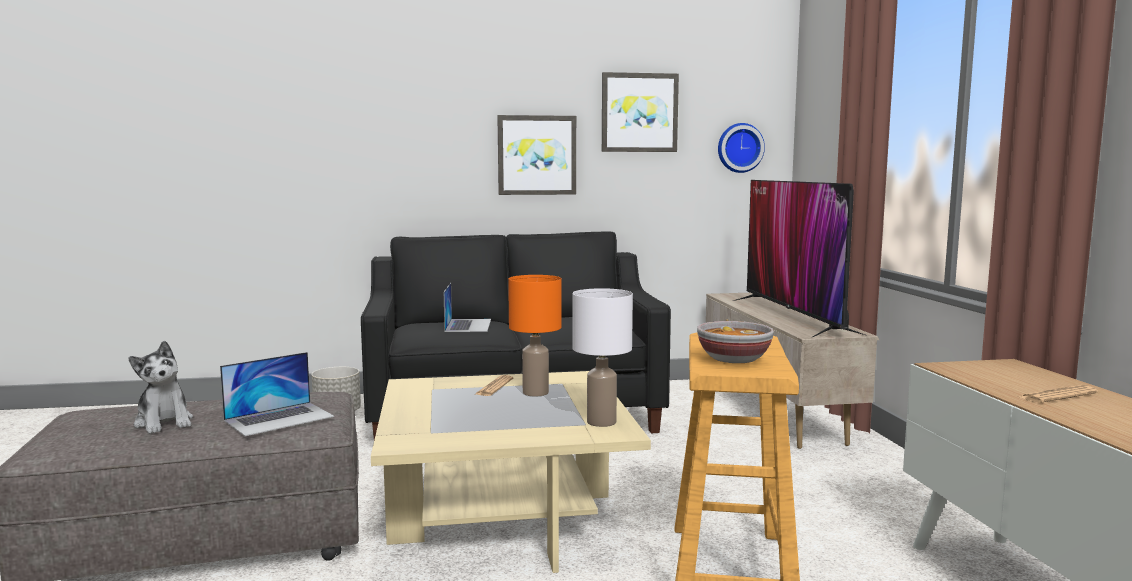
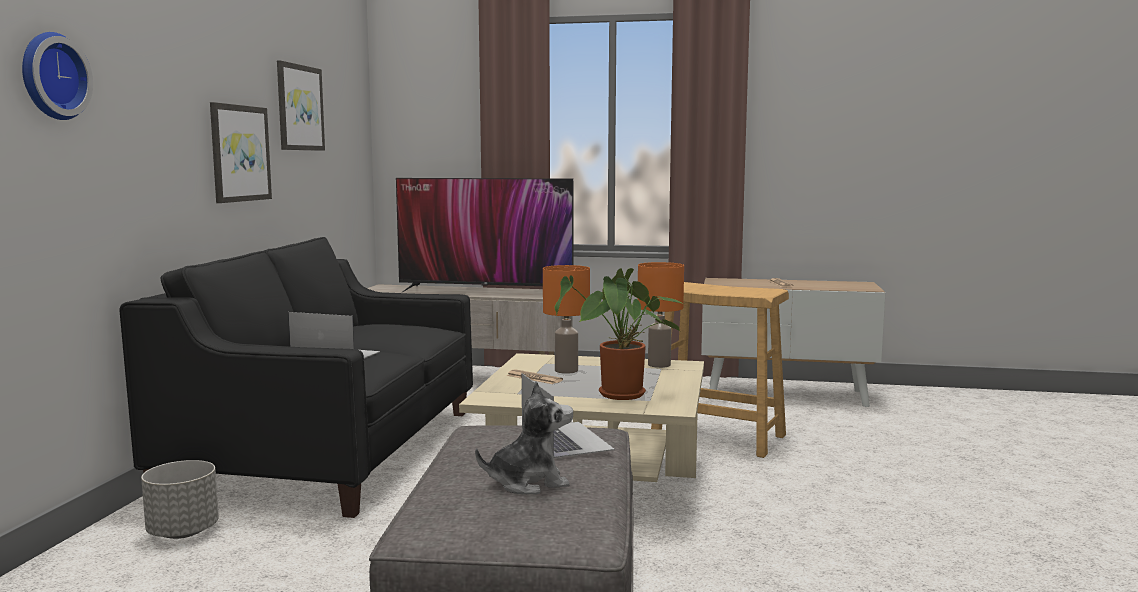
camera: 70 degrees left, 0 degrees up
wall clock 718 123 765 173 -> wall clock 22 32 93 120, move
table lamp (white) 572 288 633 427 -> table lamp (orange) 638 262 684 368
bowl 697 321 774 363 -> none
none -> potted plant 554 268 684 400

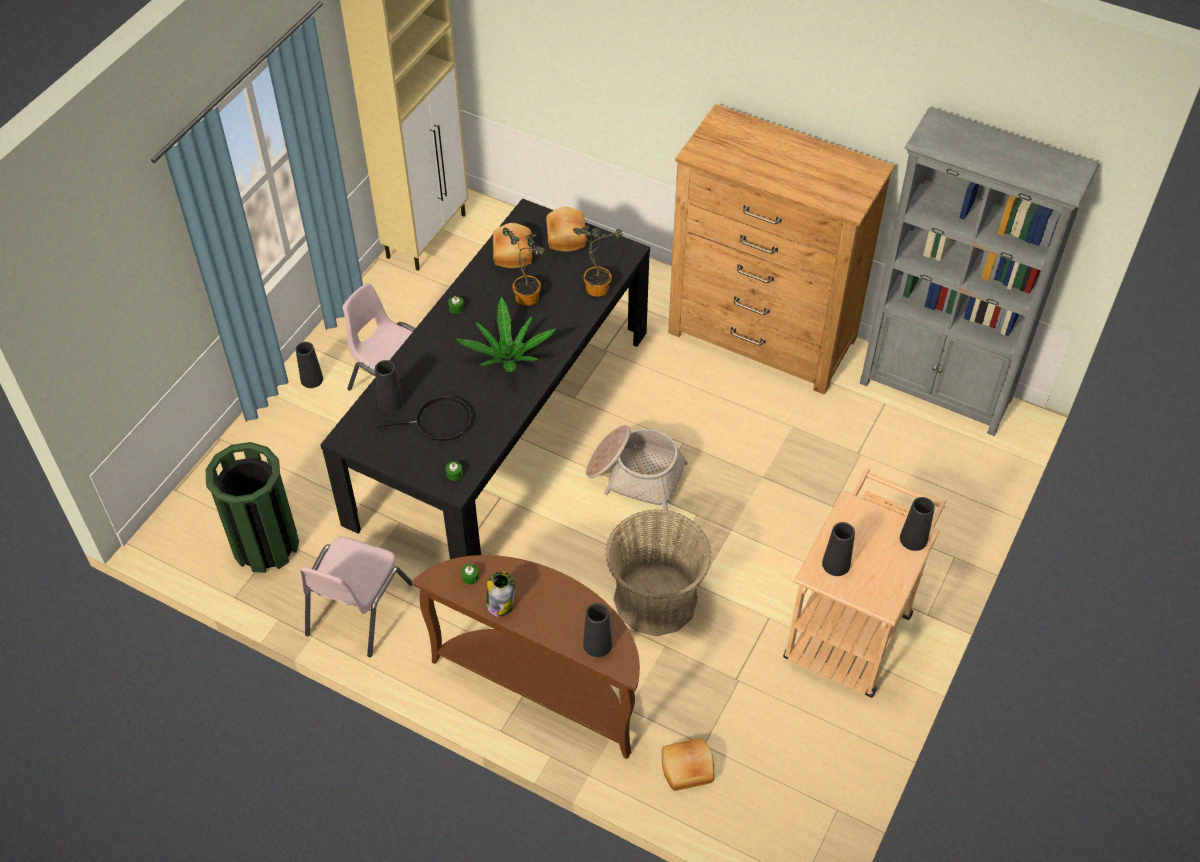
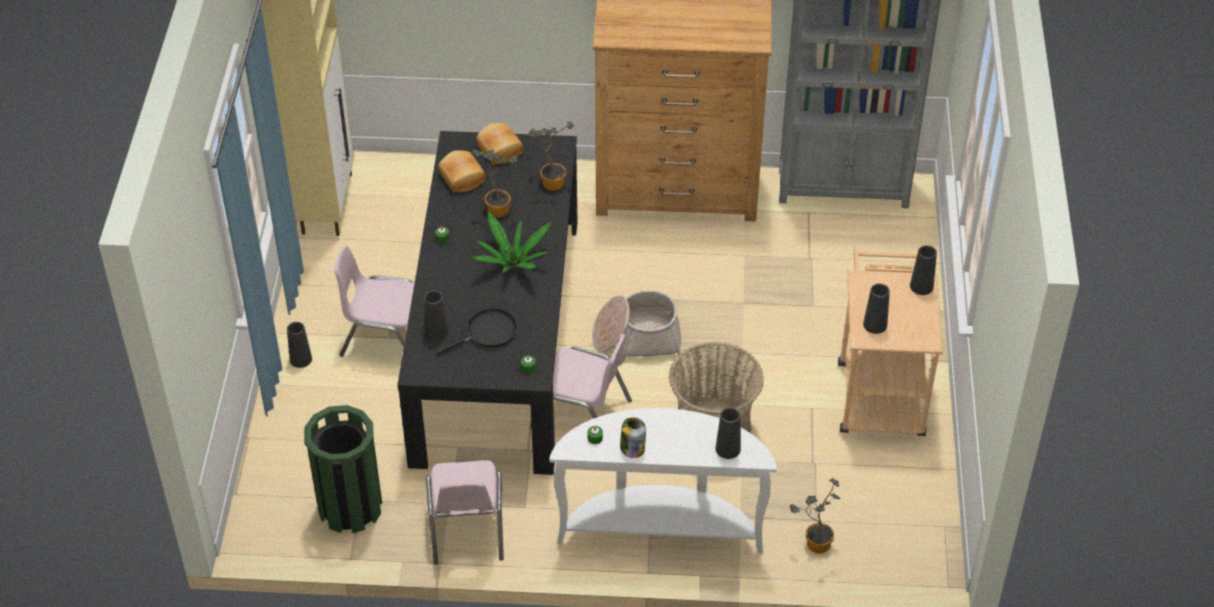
camera: 25 degrees left, 5 degrees down
console table (brown) 412 555 640 759 -> console table (white) 549 408 777 554
bread 662 738 714 791 -> potted plant 790 478 840 553
none -> chair (pink) 530 334 632 428

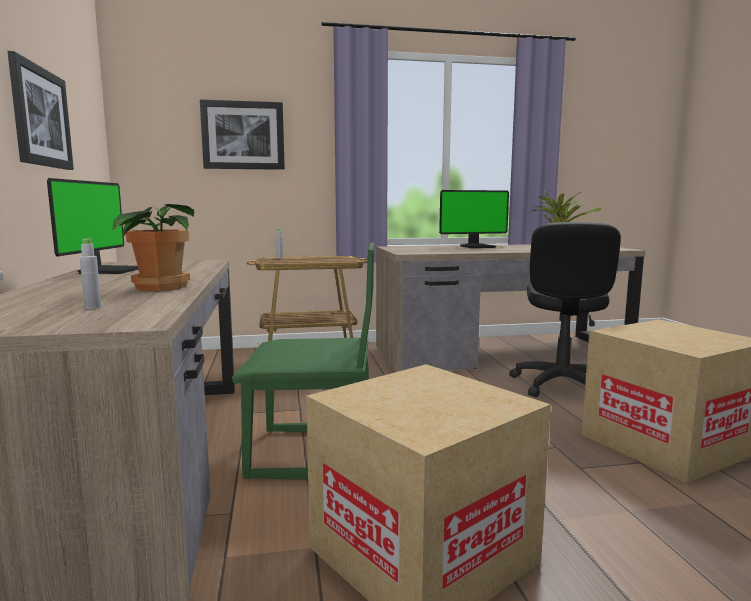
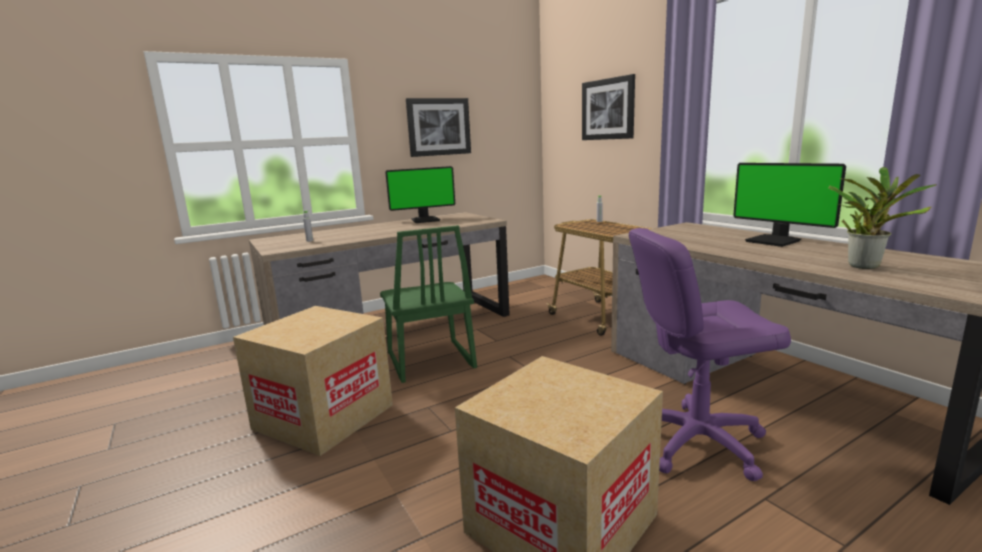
camera: 70 degrees right, 5 degrees up
potted plant 112 204 194 291 -> none
office chair (black) 509 222 621 397 -> office chair (purple) 629 228 791 481

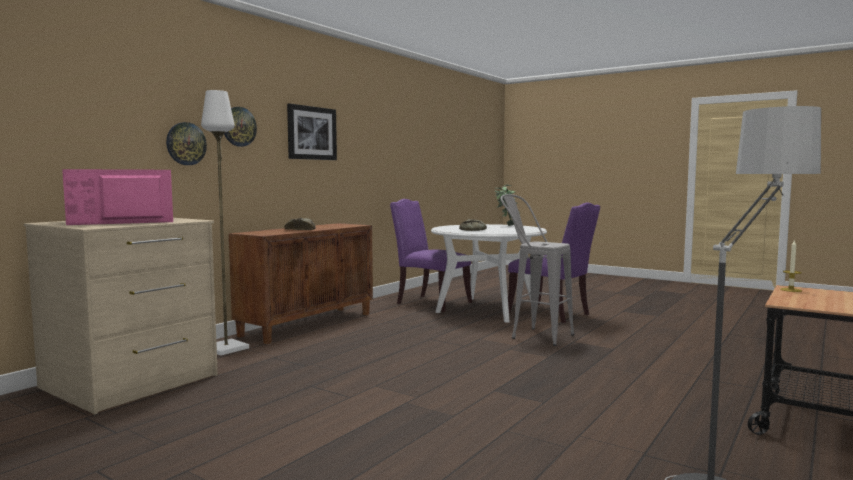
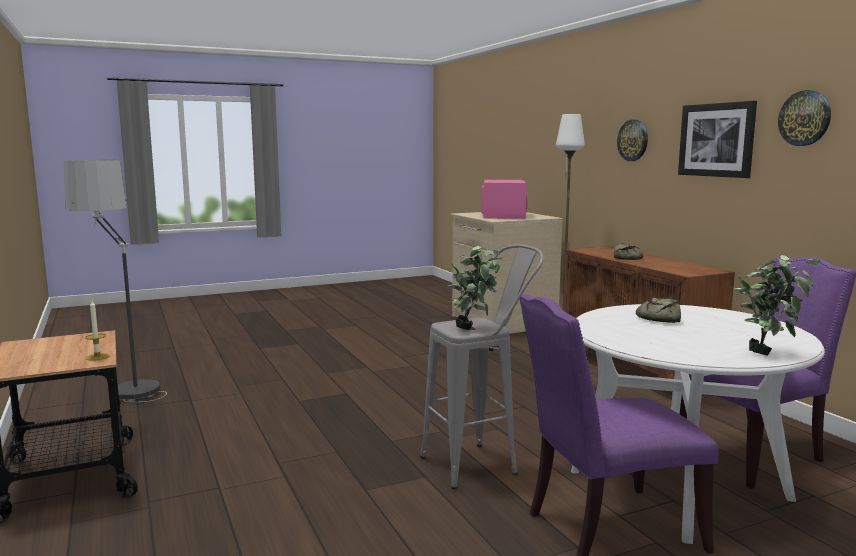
camera: 120 degrees right, 5 degrees up
wall clock 166 122 207 165 -> wall clock 778 90 831 146, move
none -> potted plant 447 246 502 330

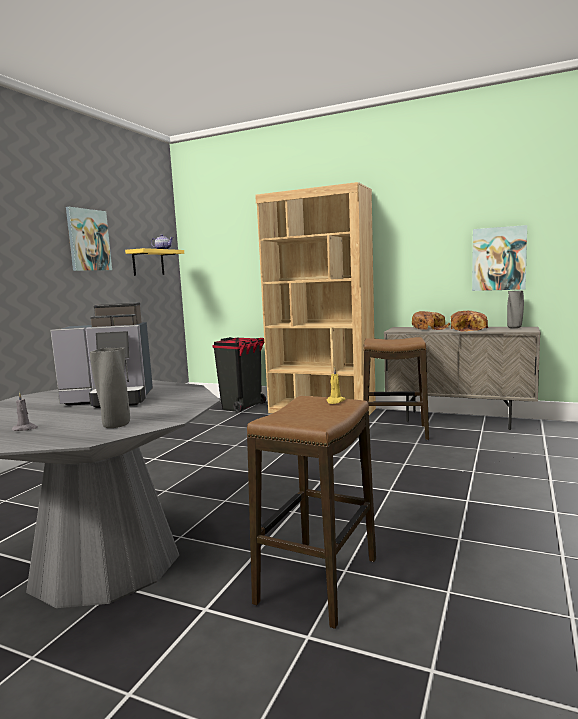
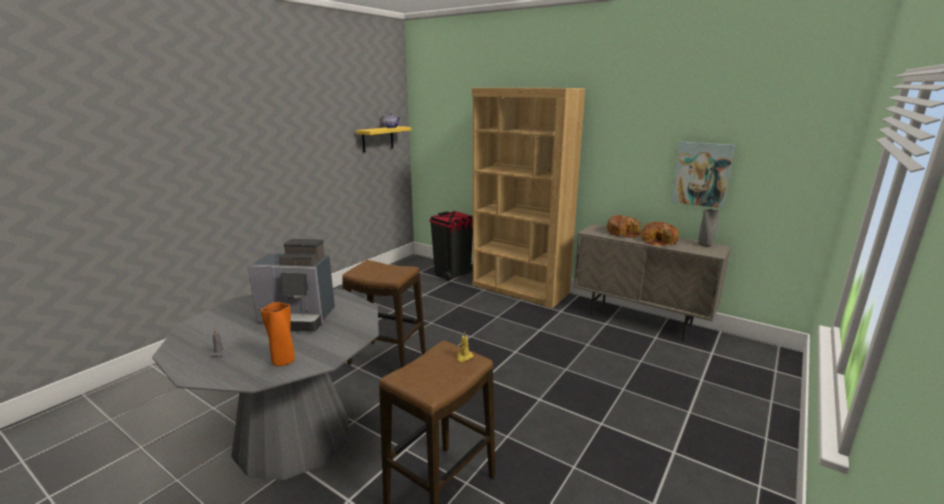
camera: 10 degrees right, 10 degrees up
picture 66 207 112 271 -> none
stool 364 337 429 440 -> stool 342 260 426 368, move
vase (grey) 90 348 130 428 -> vase (orange) 260 302 295 366

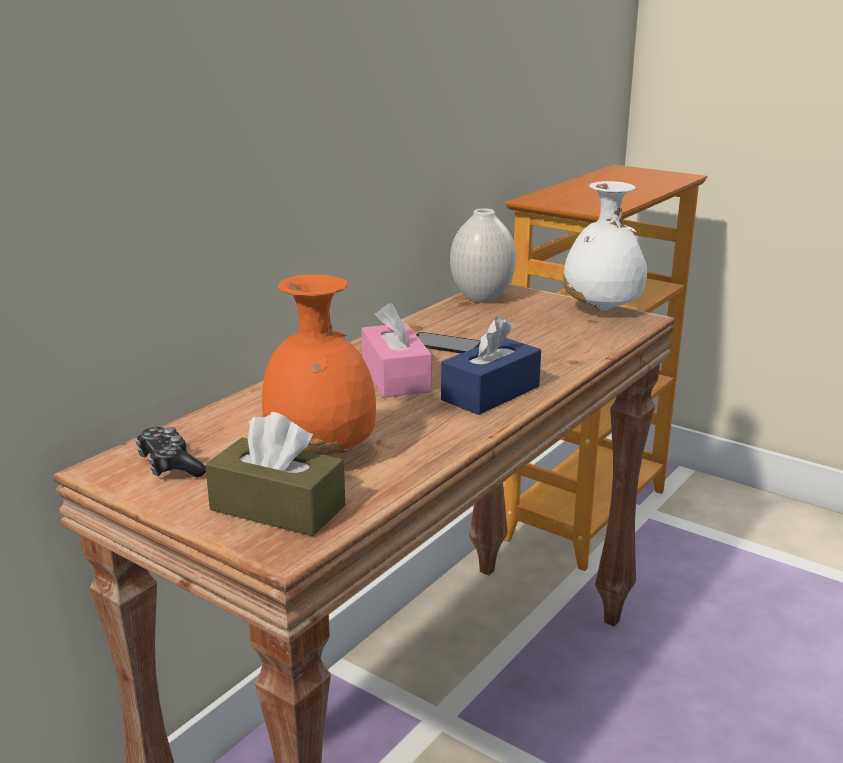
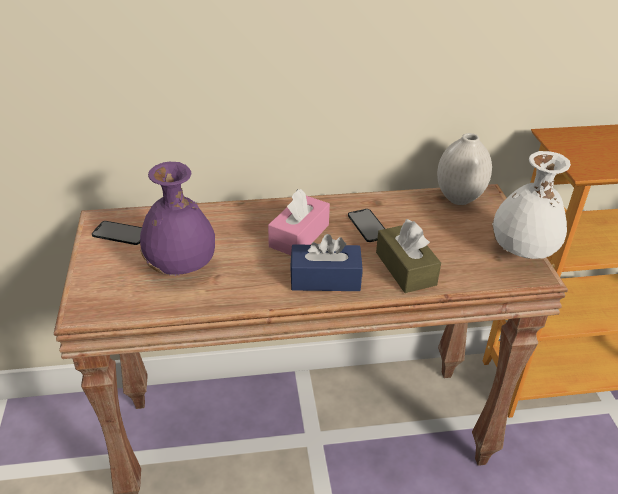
camera: 45 degrees right, 15 degrees up
vase (orange) 262 275 376 455 -> vase (purple) 140 162 215 276
tissue box (brown) 205 412 345 536 -> tissue box (brown) 376 219 441 293, move
game controller 135 427 206 477 -> phone 92 221 142 245

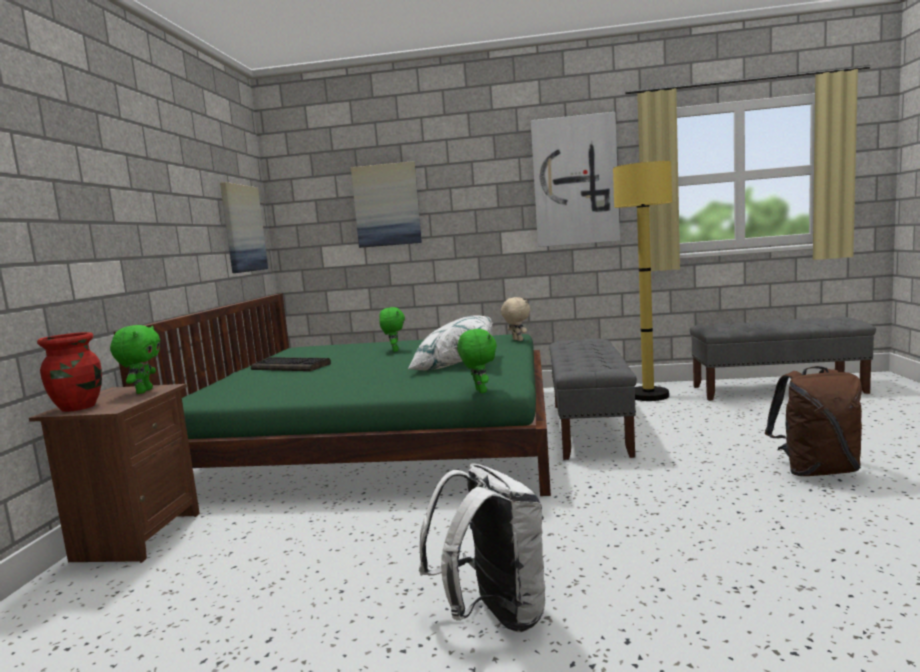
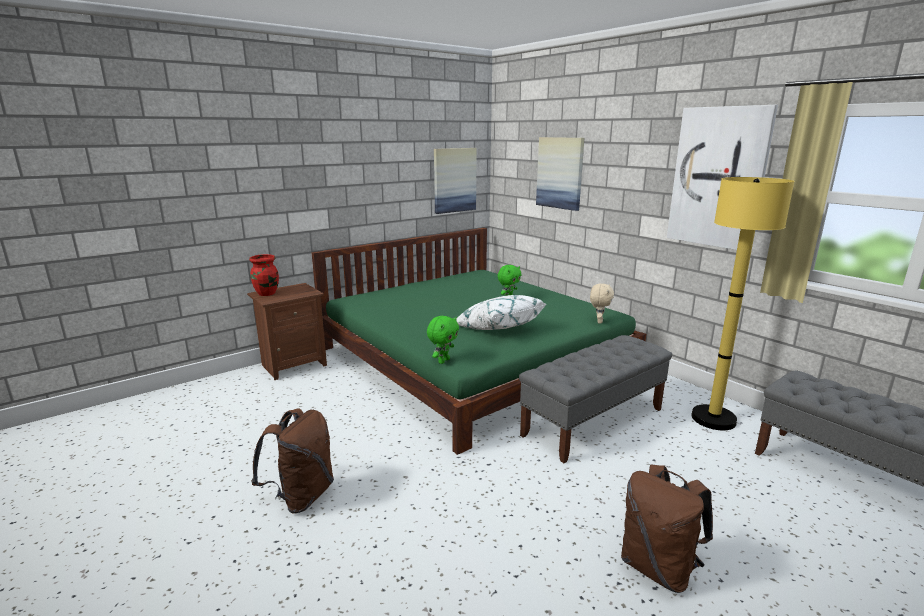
camera: 45 degrees right, 10 degrees up
plush toy (green) 110 325 160 394 -> none
keyboard 251 357 331 371 -> none
backpack (white) 419 464 545 632 -> backpack (brown) 251 408 334 514

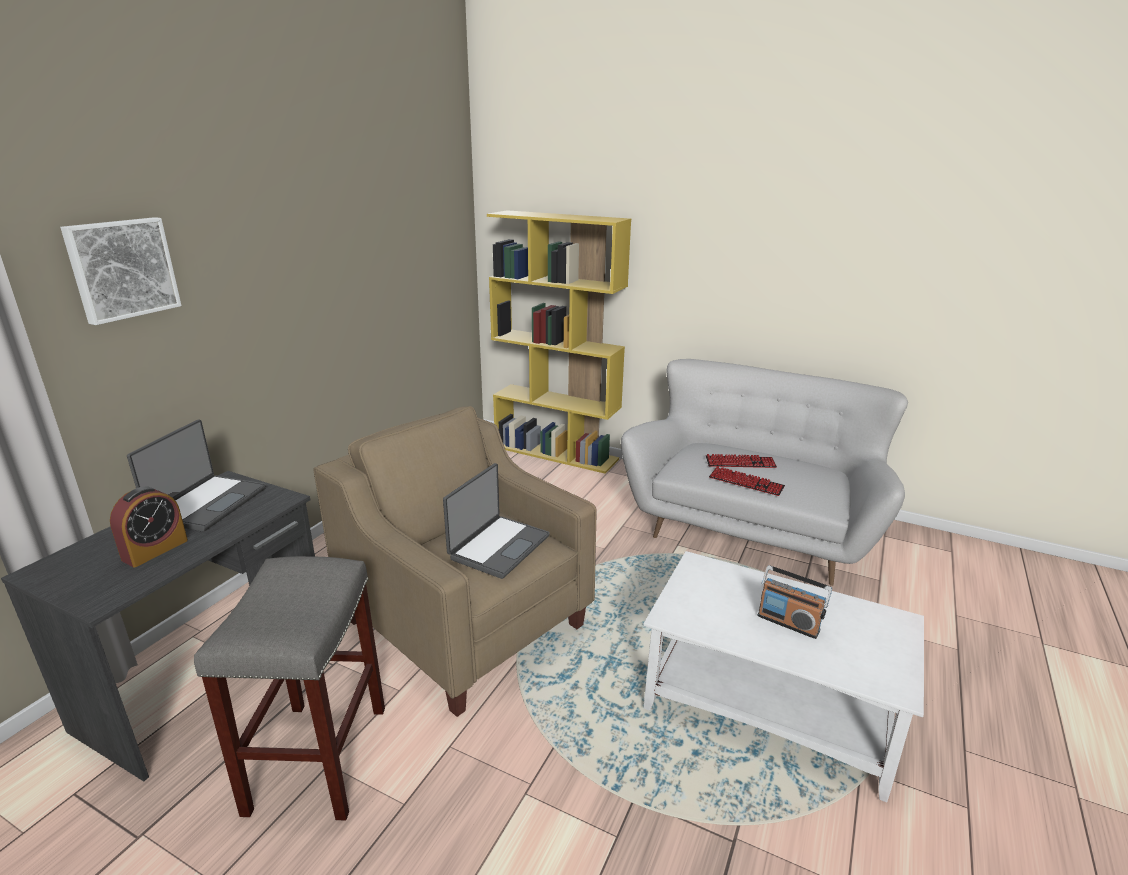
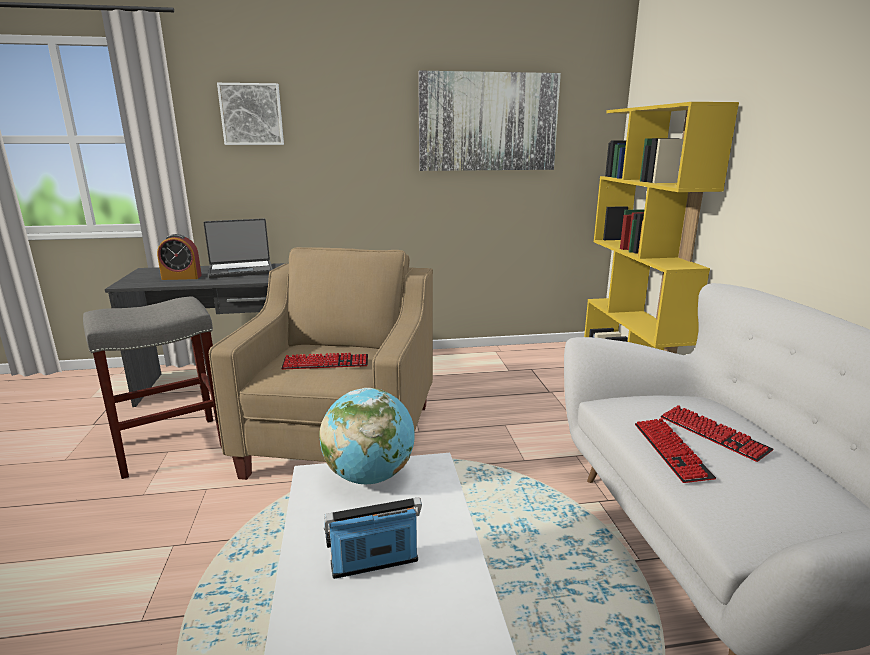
camera: 55 degrees right, 5 degrees down
laptop 443 463 550 579 -> keyboard 281 353 368 370
radio 758 565 832 639 -> radio 324 497 422 579, 75 degrees clockwise
none -> picture 418 71 561 171
none -> globe 319 388 415 484

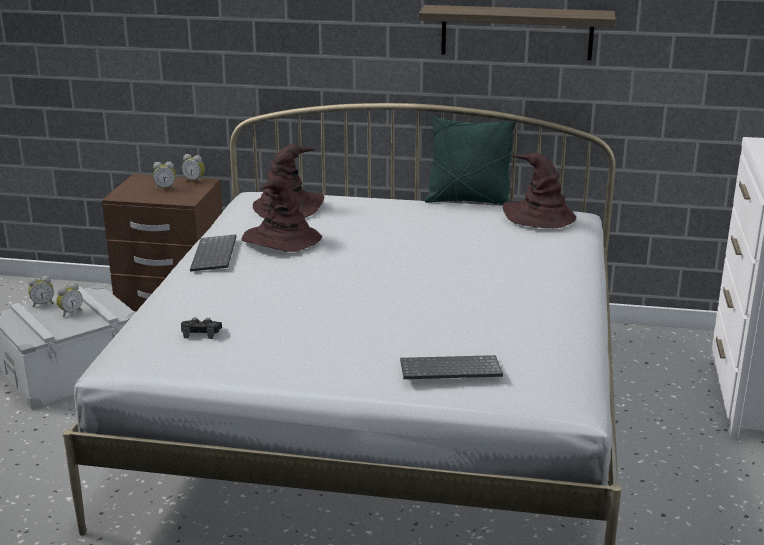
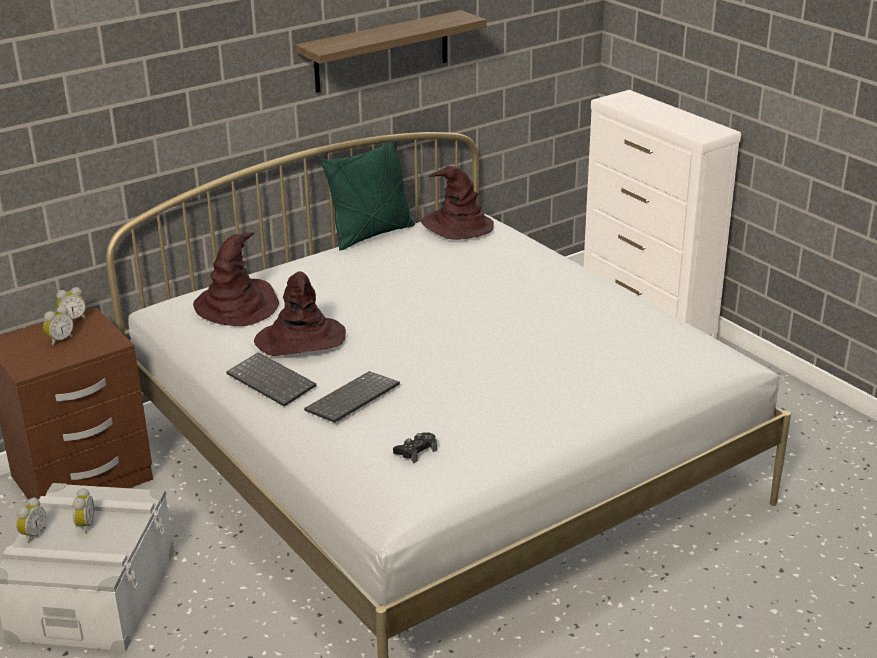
camera: 45 degrees left, 5 degrees up
keyboard 400 355 503 379 -> keyboard 304 371 400 423, move

